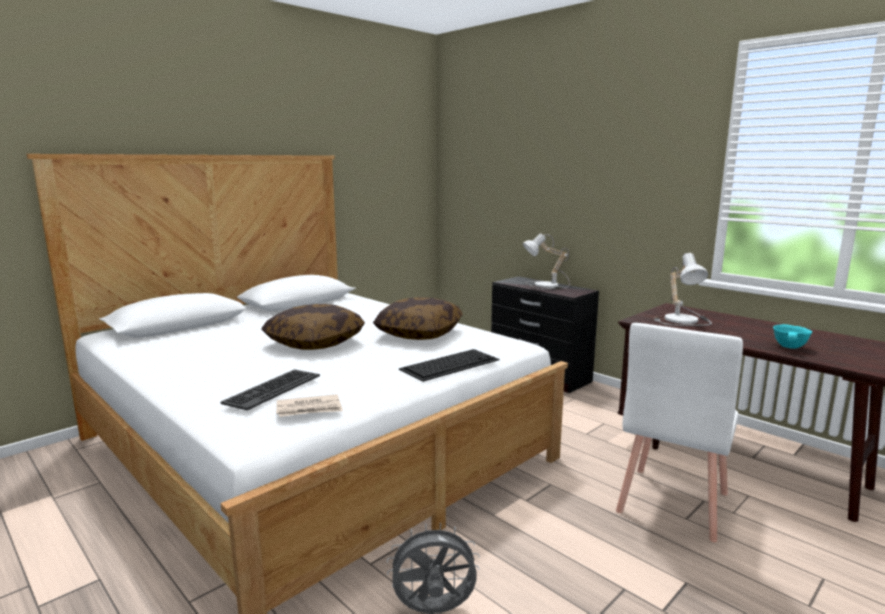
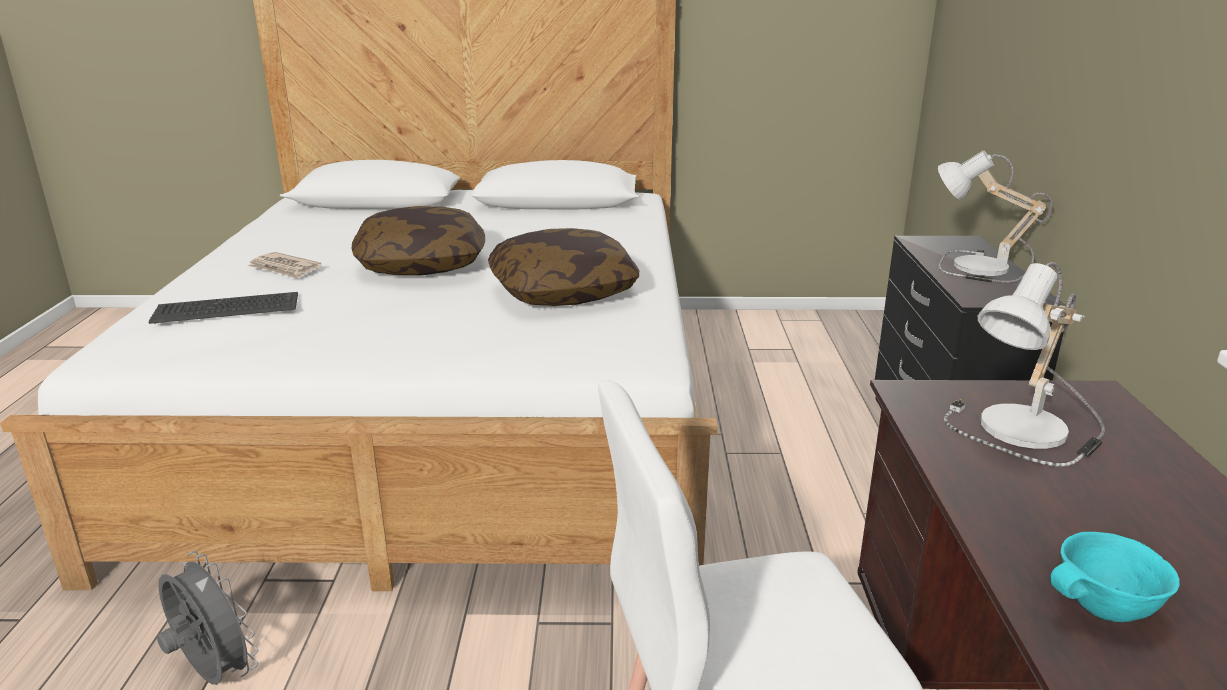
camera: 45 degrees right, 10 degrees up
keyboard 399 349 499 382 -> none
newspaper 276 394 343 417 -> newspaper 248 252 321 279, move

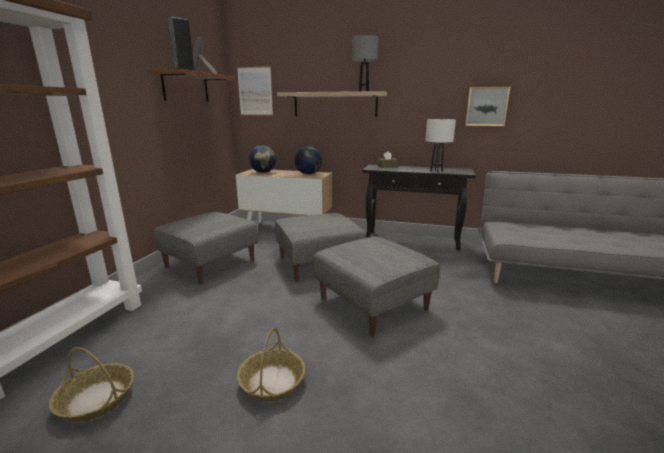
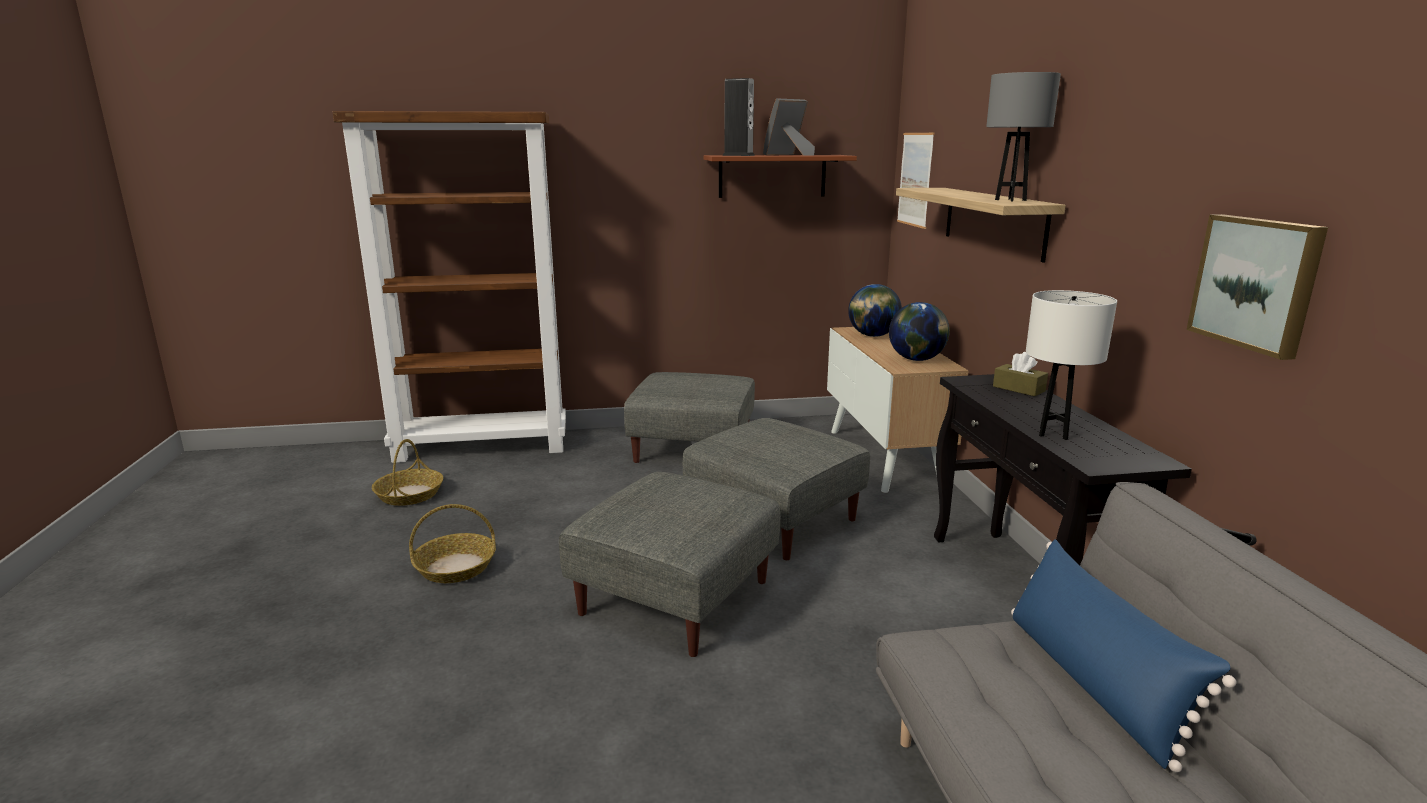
camera: 65 degrees right, 0 degrees up
none -> pillow (blue) 1011 539 1237 773

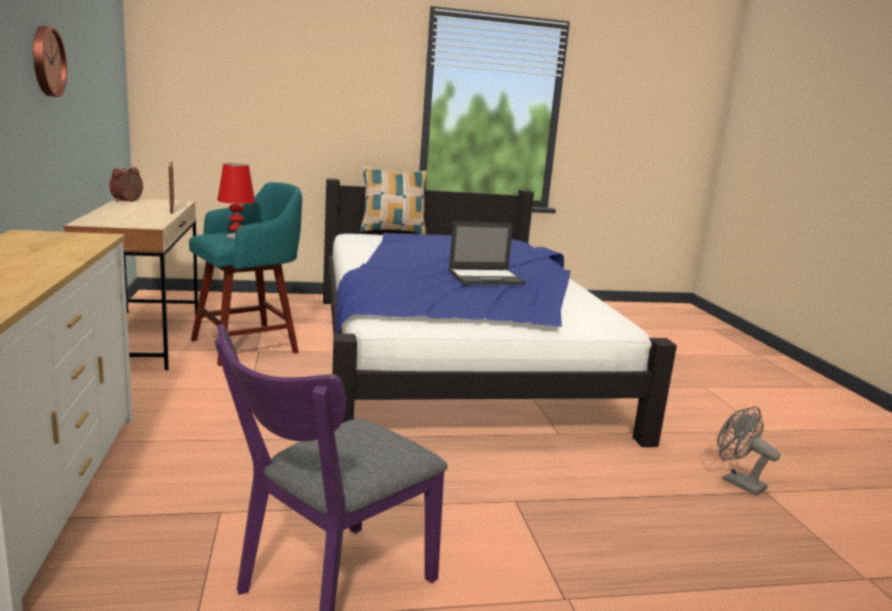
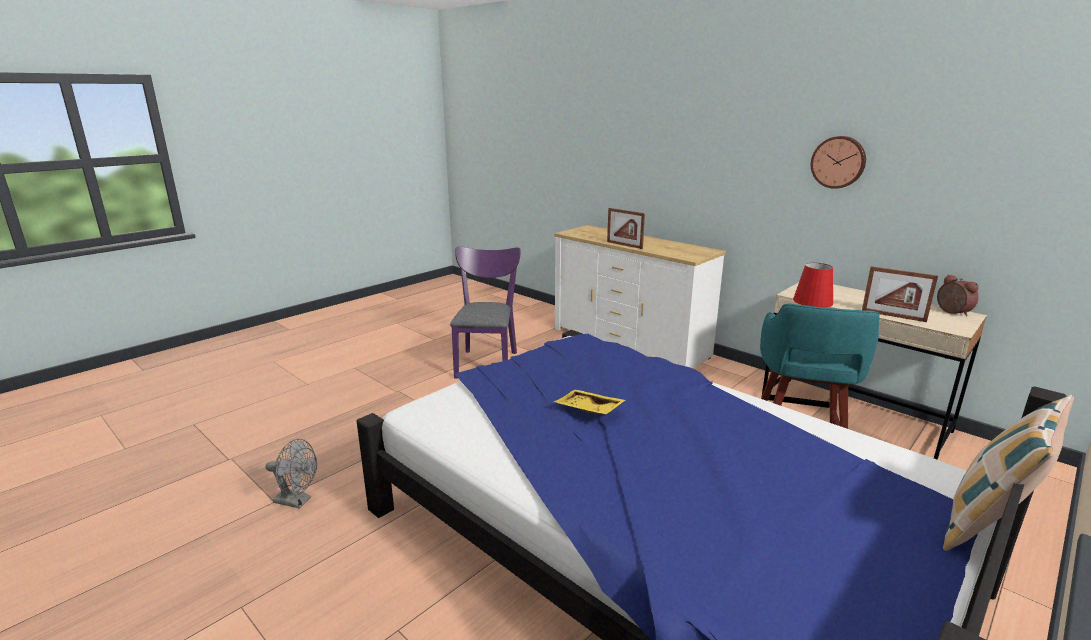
camera: 145 degrees right, 5 degrees up
laptop 449 221 526 285 -> tray (yellow) 554 390 626 415
none -> picture frame 607 208 645 249

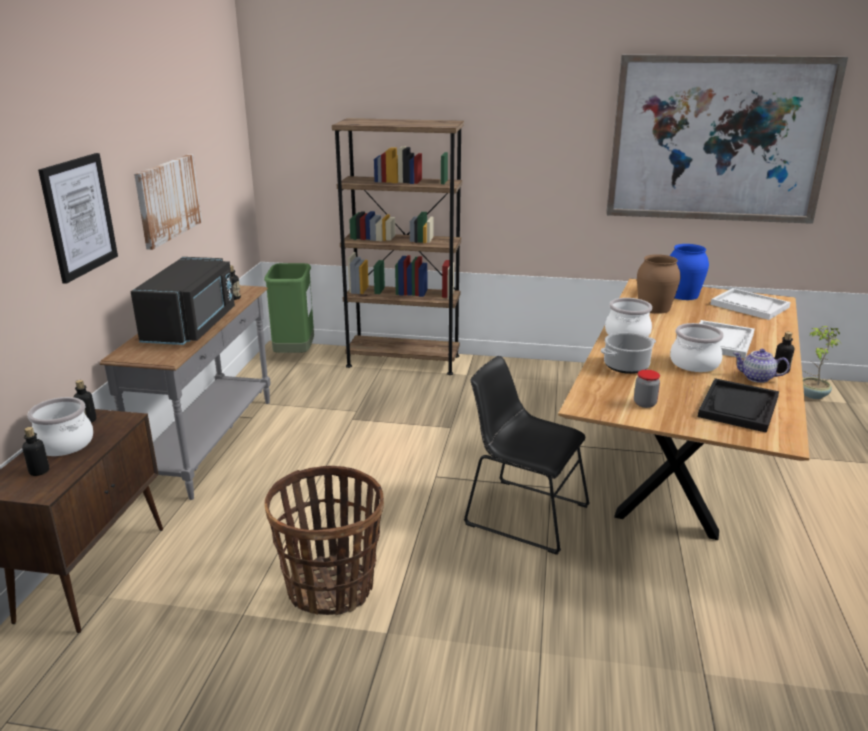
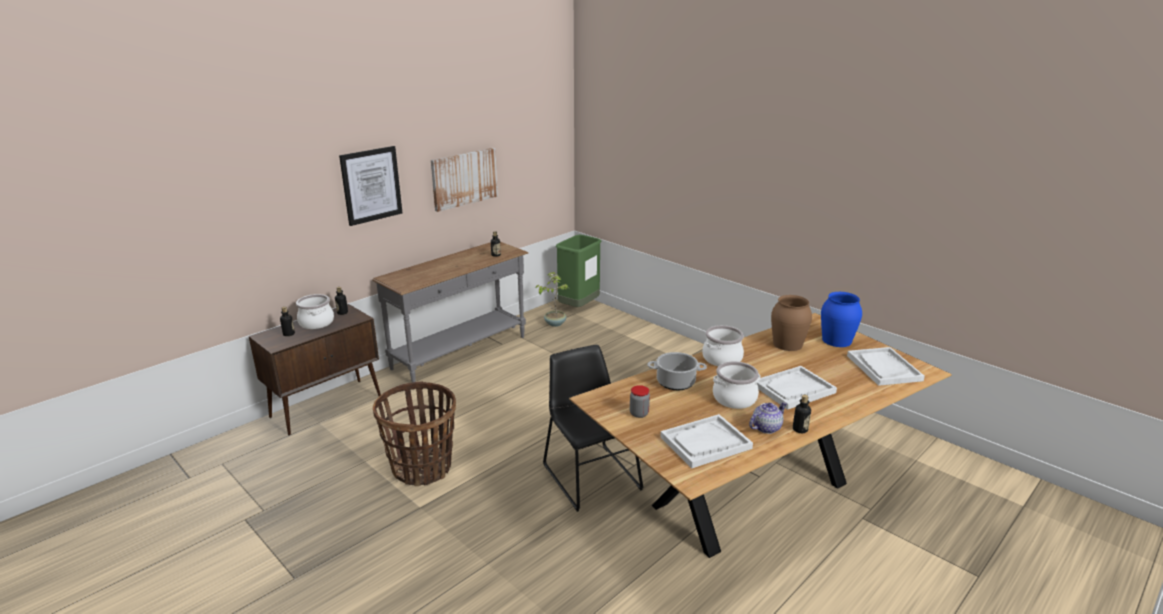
camera: 35 degrees right, 0 degrees up
picture 606 55 848 224 -> none
bookcase (brown) 332 118 464 375 -> none
microwave (black) 131 257 235 345 -> none
potted plant 803 326 841 399 -> potted plant 536 272 568 327, move
teapot 733 349 790 383 -> teapot 749 402 787 434, 90 degrees clockwise
tray (black) 698 378 779 433 -> tray (white) 660 414 753 468

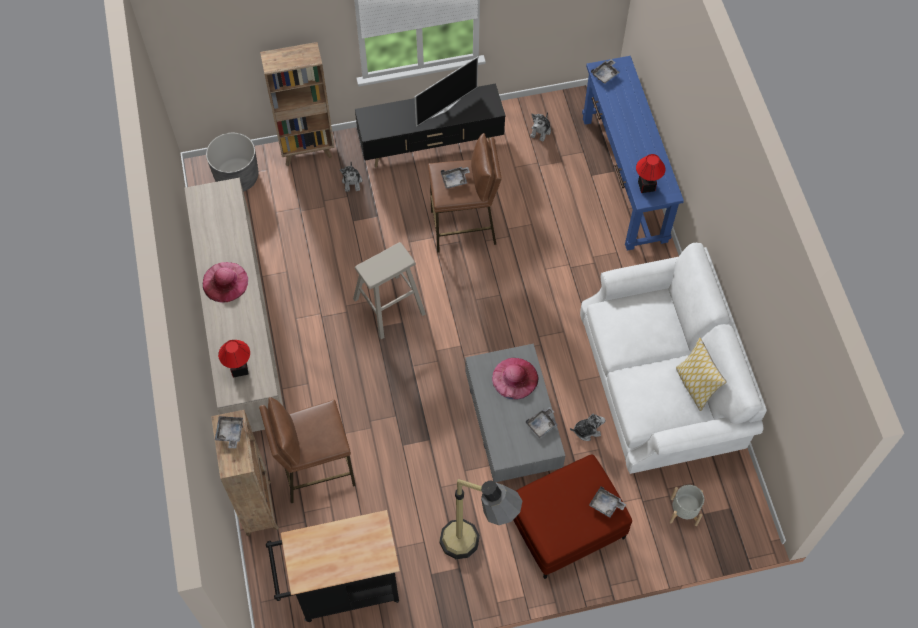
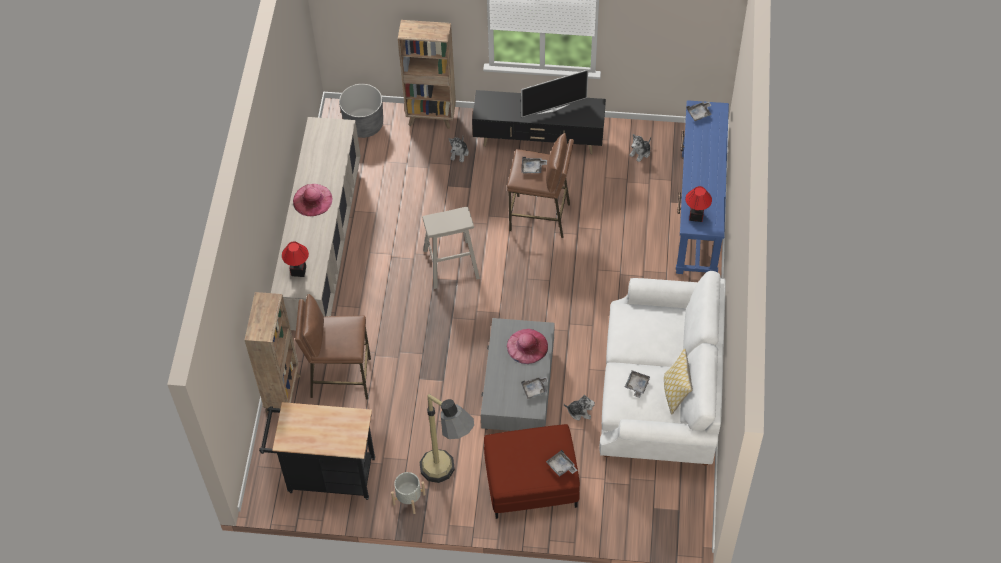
camera: 20 degrees right, 5 degrees down
tray (grey) 215 416 243 448 -> tray (grey) 625 371 650 398, move
planter (grey) 670 485 704 526 -> planter (grey) 391 472 426 514, move

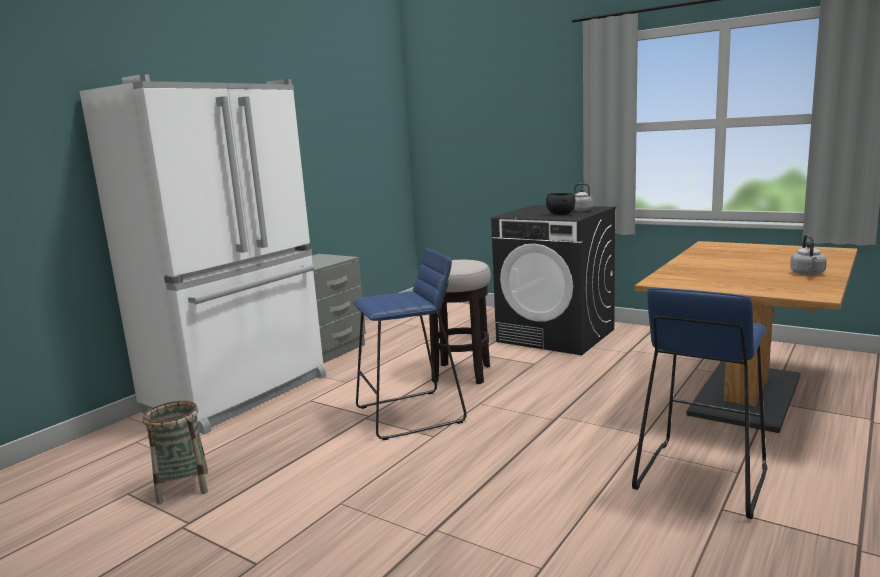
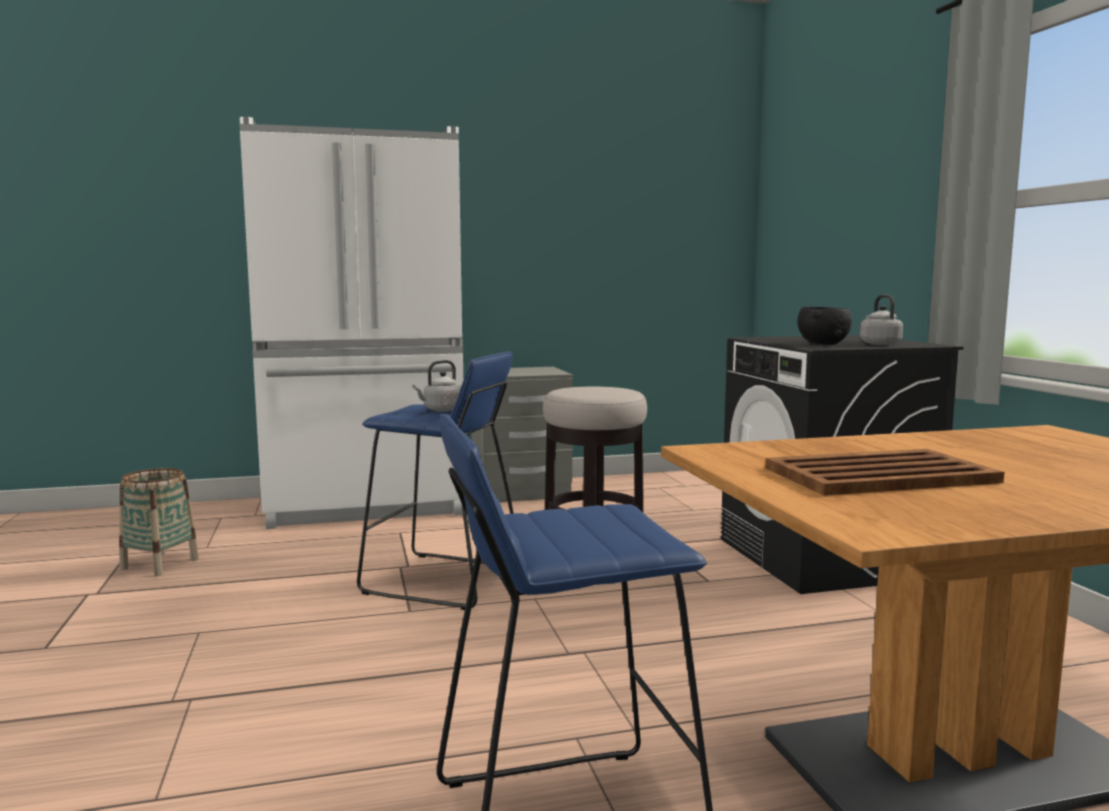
camera: 40 degrees right, 5 degrees down
kettle (grey) 790 234 827 275 -> kettle (grey) 413 360 461 412, move
none -> tray (brown) 765 449 1004 496

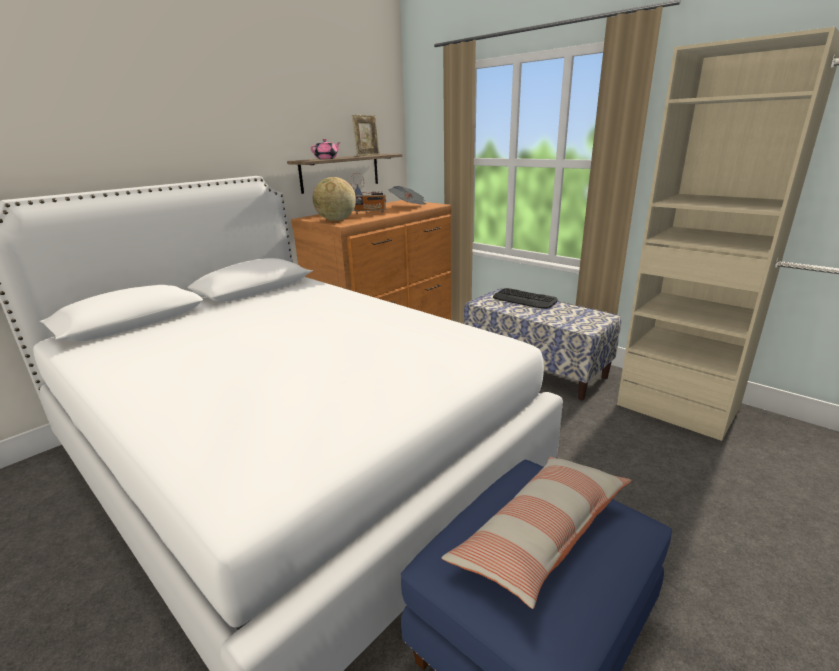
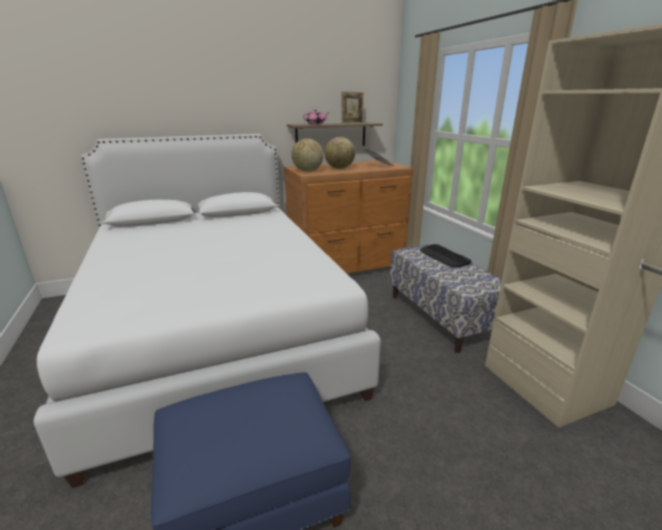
camera: 25 degrees right, 0 degrees up
radio 350 173 386 214 -> globe 325 137 355 169
pillow 441 457 631 609 -> none

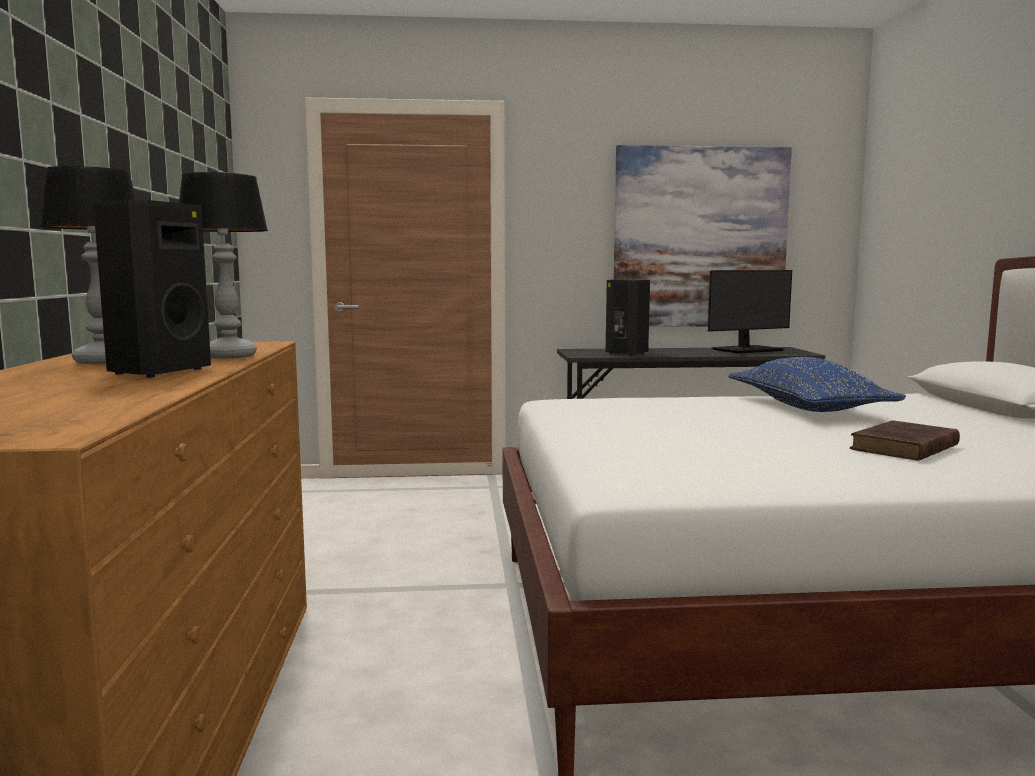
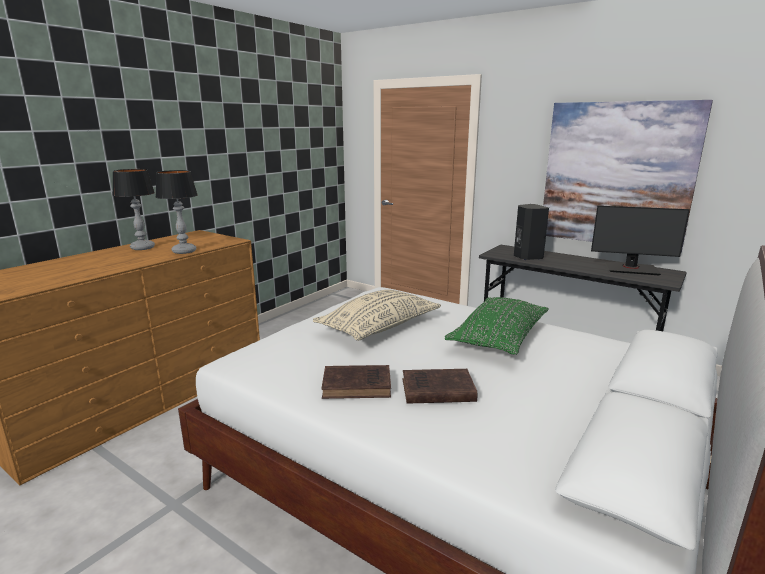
camera: 40 degrees right, 10 degrees up
speaker (black) 93 200 211 378 -> none
pillow (blue) 728 357 906 412 -> pillow (green) 445 297 549 355
none -> pillow (beige) 313 290 441 341
none -> book (brown) 321 365 391 399

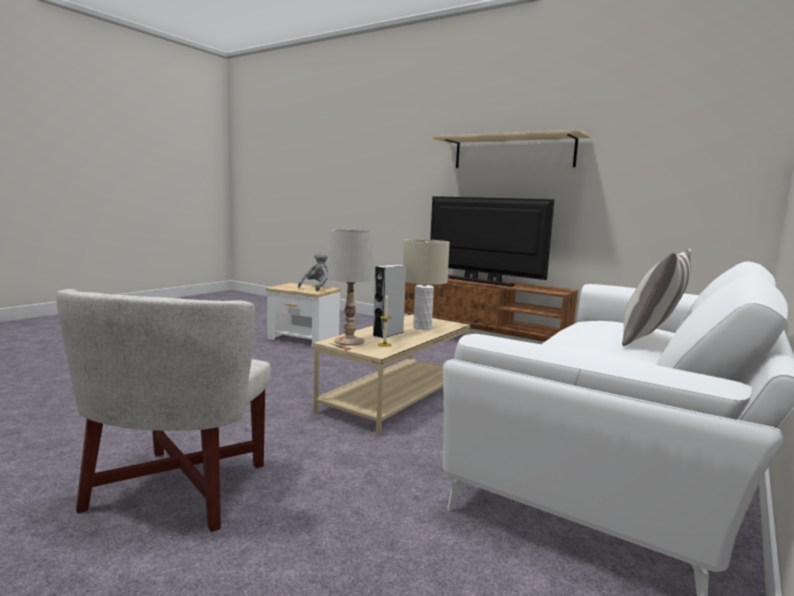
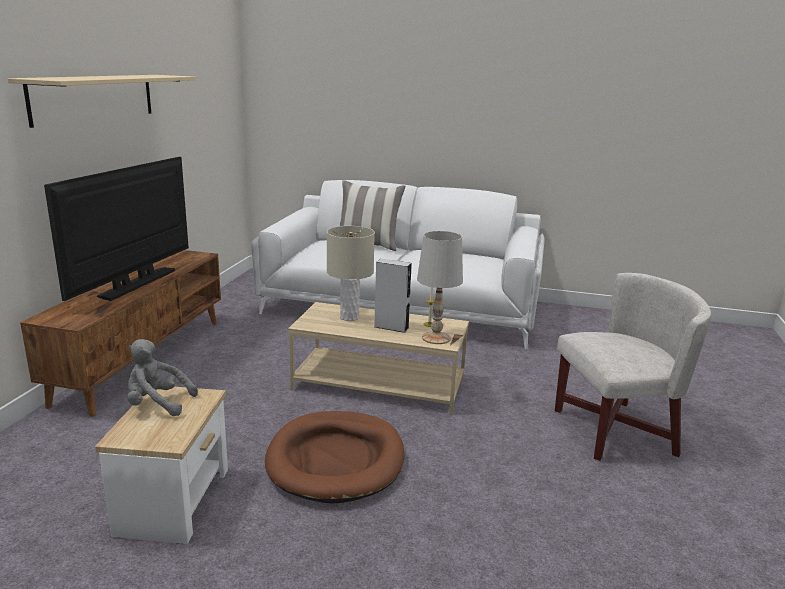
camera: 110 degrees left, 10 degrees up
none -> dog bed (brown) 265 411 404 504

